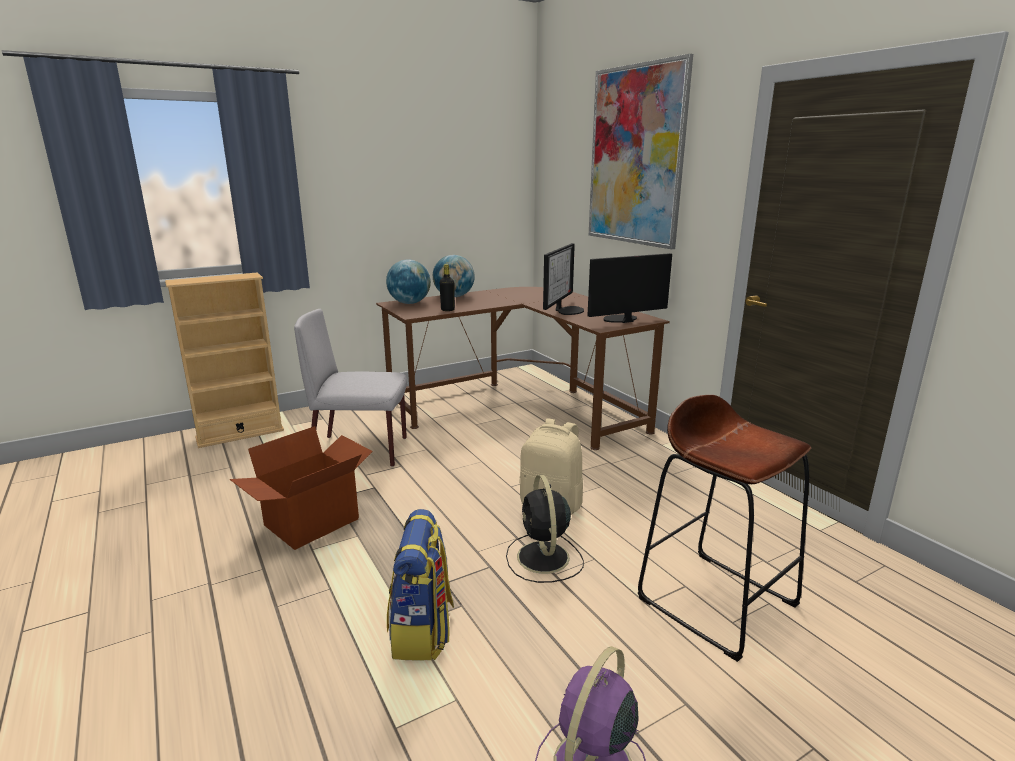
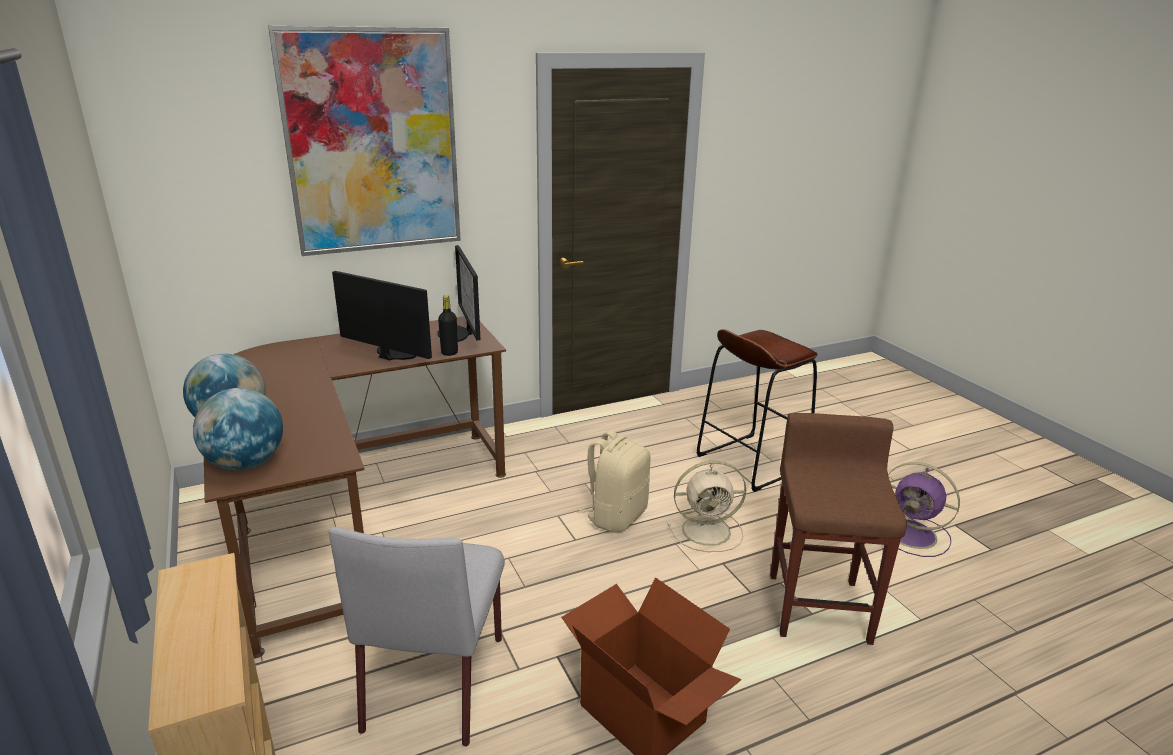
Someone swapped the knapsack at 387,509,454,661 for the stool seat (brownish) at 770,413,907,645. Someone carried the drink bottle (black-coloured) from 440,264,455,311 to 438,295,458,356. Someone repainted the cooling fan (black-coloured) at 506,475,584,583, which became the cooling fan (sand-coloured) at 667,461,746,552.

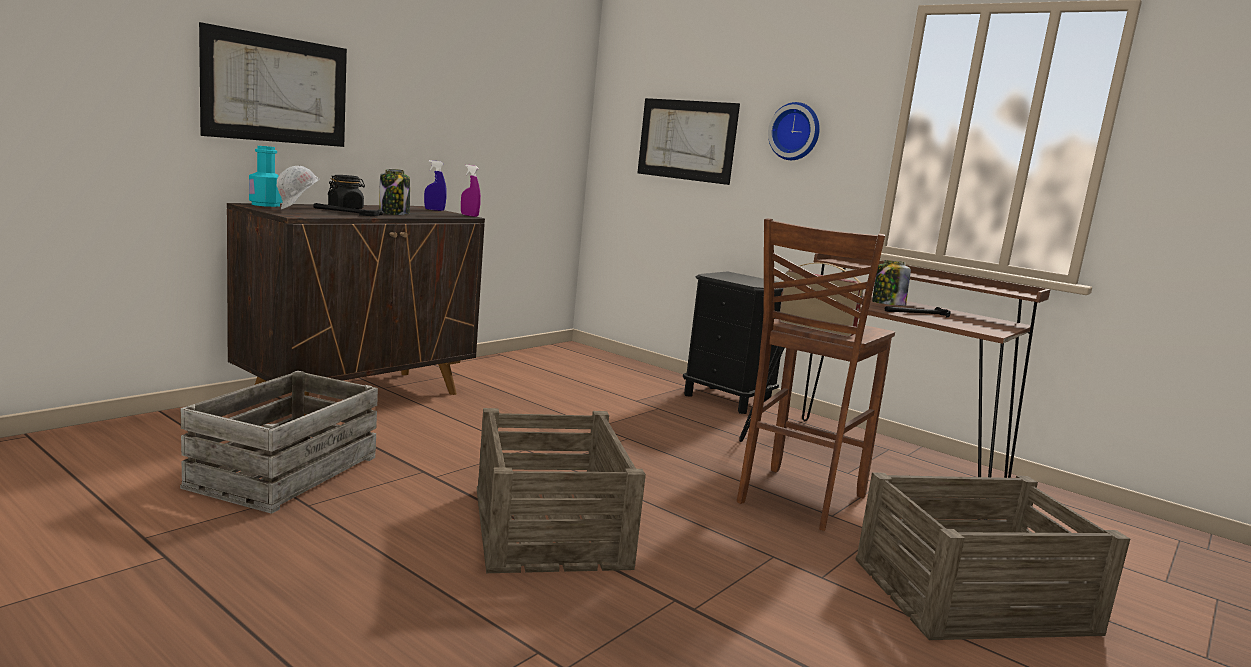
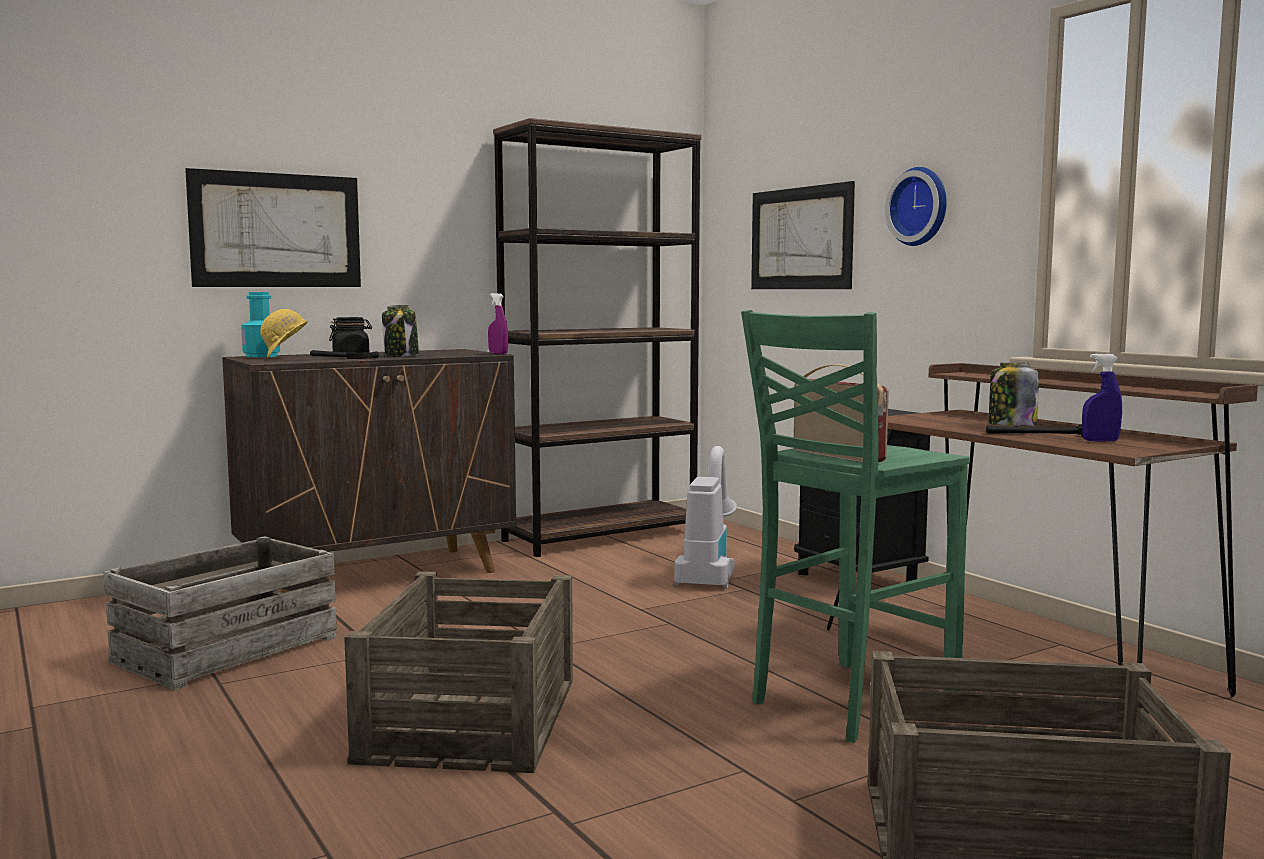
Someone repainted the hard hat (whitish) at 277,166,319,209, which became the hard hat (yellow) at 260,309,308,359. Someone carried the sprayer (blue-coloured) from 424,160,447,211 to 1082,353,1122,441. Someone repainted the stool seat (brownish) at 737,218,895,531, which became the stool seat (green) at 741,310,970,743. Someone put down the bookshelf (brownish) at 493,118,701,557. Someone put down the vacuum at 674,446,737,589.

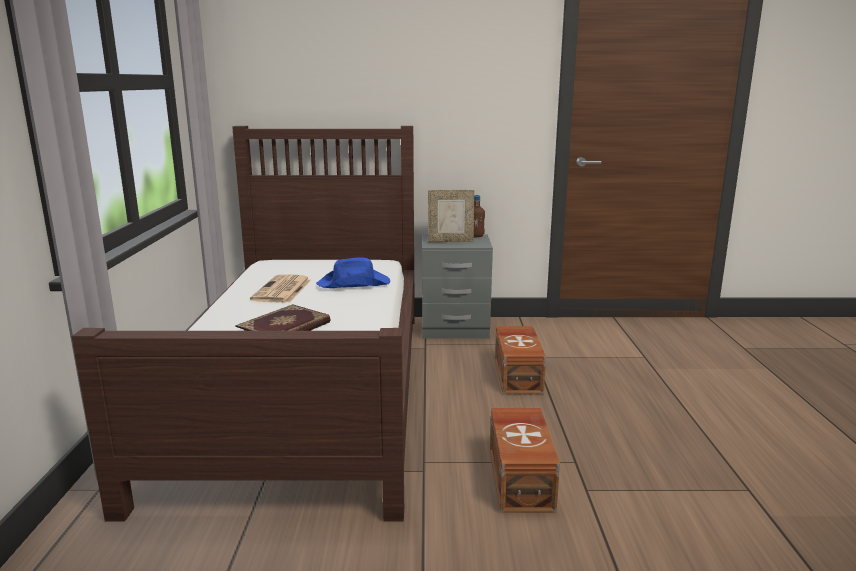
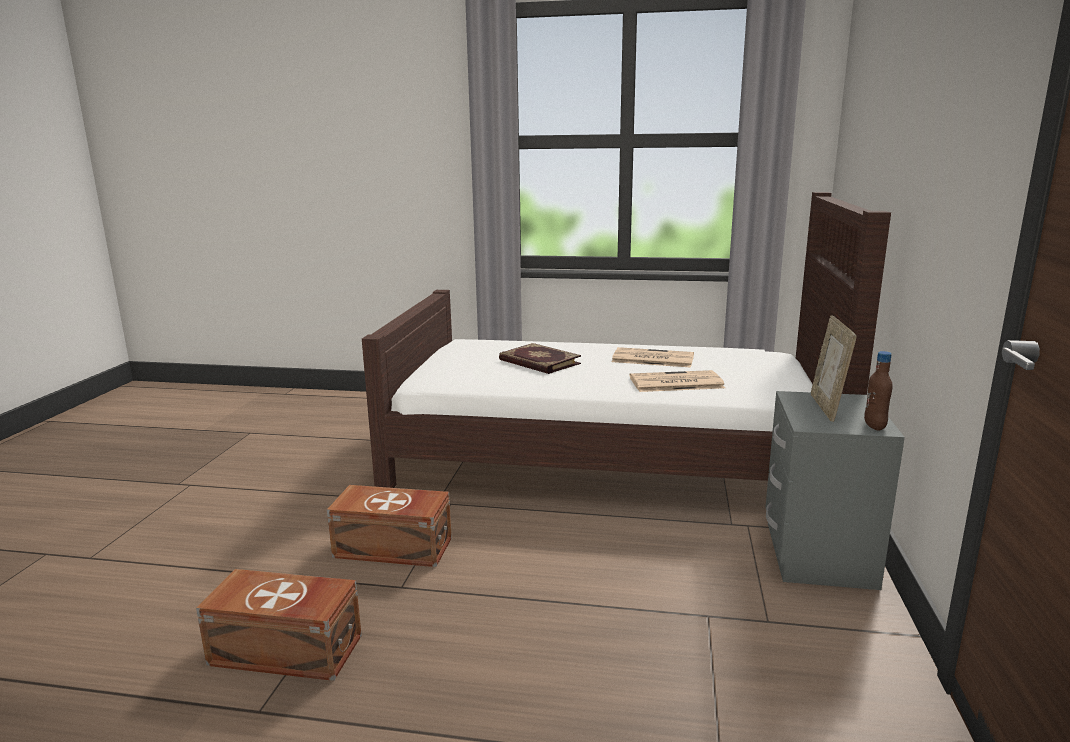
Someone swapped the clothing hat (blue-coloured) at 316,258,390,288 for the newspaper at 630,370,725,392. Someone carried the storage bin (brownish) from 495,326,546,394 to 196,569,362,681.

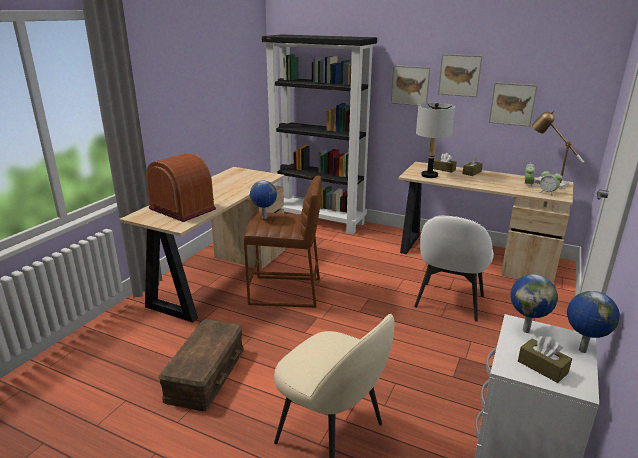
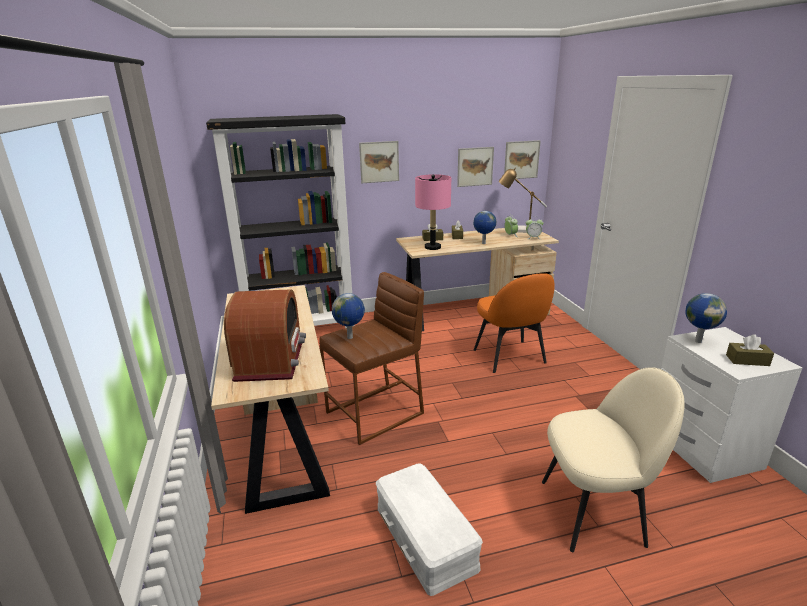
Someone rotated the radio set at 146,153,216,222 by 90 degrees clockwise. Someone repainted the storage bin (brownish) at 158,319,244,411, which became the storage bin (whitish) at 376,464,483,596. Someone repainted the plain chair (whitish) at 414,216,494,321, which became the plain chair (orange) at 474,273,555,373. Someone repainted the lamp for a table (gray) at 416,103,455,178, which became the lamp for a table (pink-coloured) at 415,174,451,250. Someone carried the picture from 438,54,483,97 to 504,140,541,179. Someone carried the globe from 567,291,620,353 to 473,211,496,244.

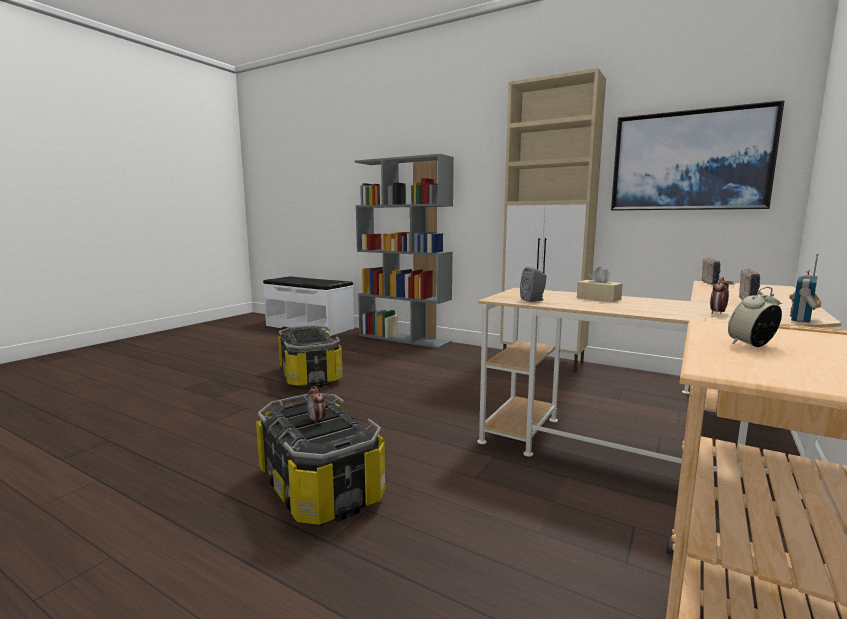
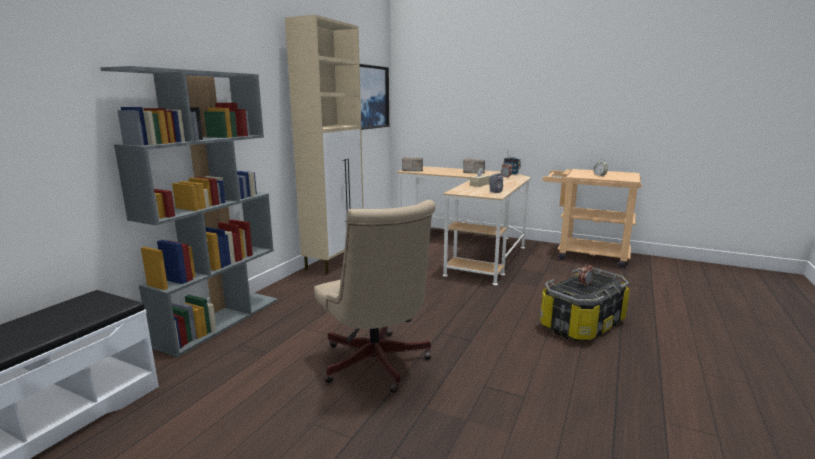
Someone swapped the storage bin at 278,325,343,389 for the computer chair (sand-coloured) at 314,200,435,393.

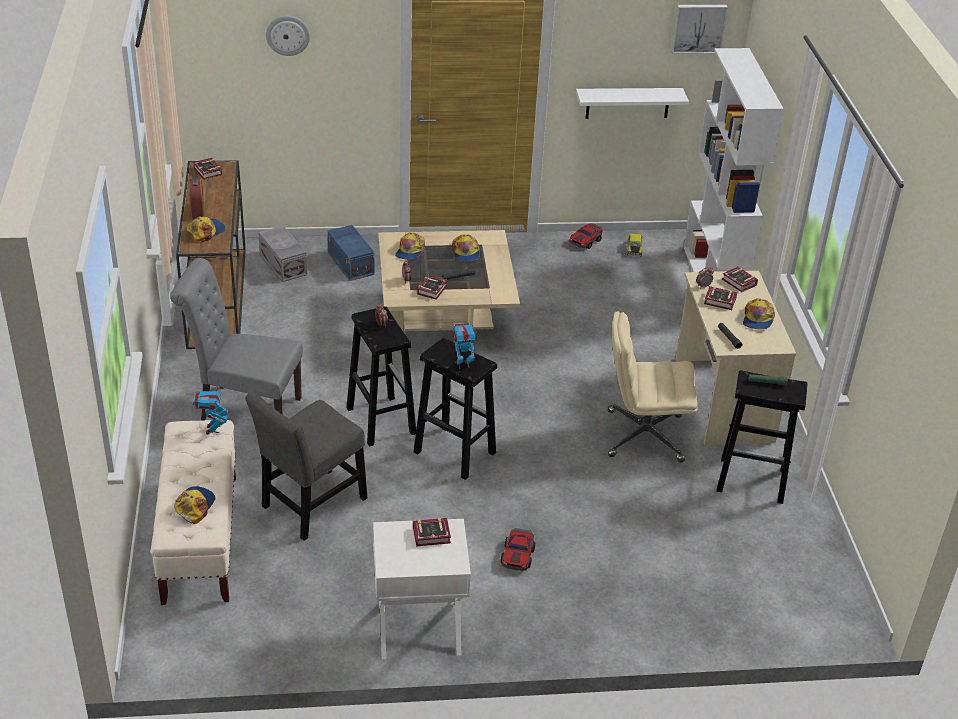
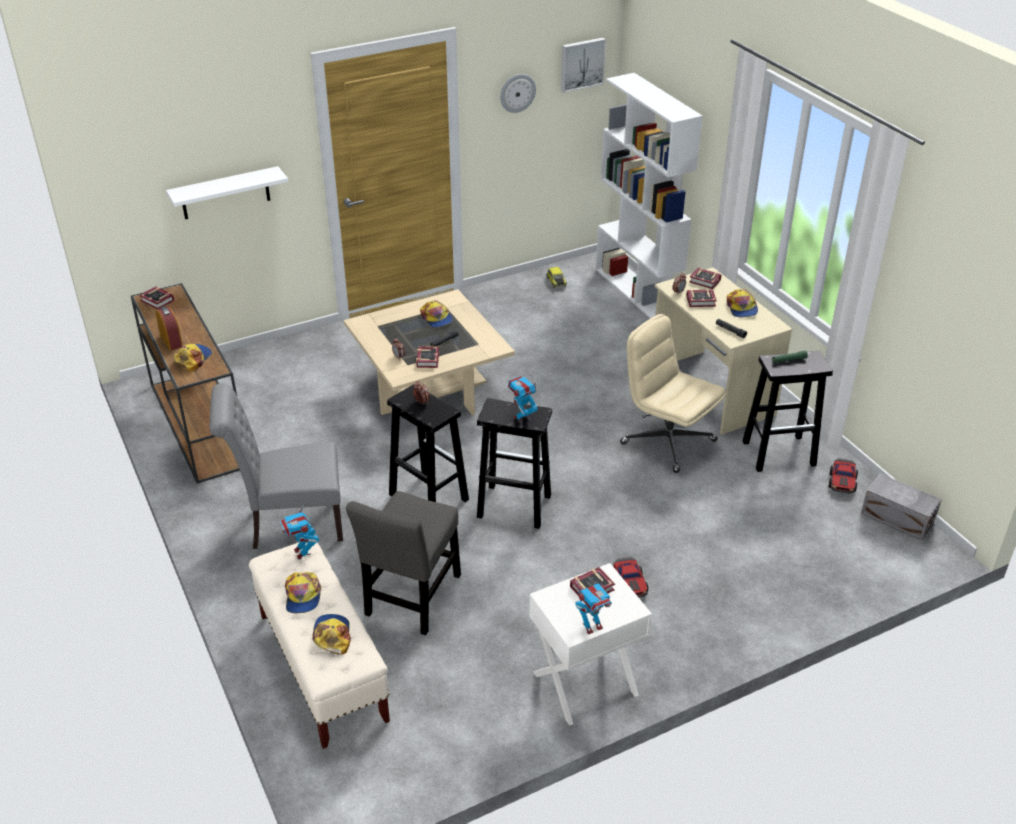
Someone carried the storage bin (gray) from 258,226,307,282 to 861,473,942,541. Someone carried the wall clock from 266,16,310,56 to 500,74,536,113. Someone took away the storage bin (blue-coloured) at 327,225,375,281. Someone carried the baseball cap from 395,232,425,259 to 285,572,321,614. Someone carried the model car from 569,223,602,249 to 829,458,858,494. Someone carried the shelf (whitish) from 576,88,689,119 to 166,166,288,219. Someone rotated the computer chair (sand-coloured) at 608,312,698,462 by 60 degrees clockwise. Someone put down the model robot at 575,572,612,635.

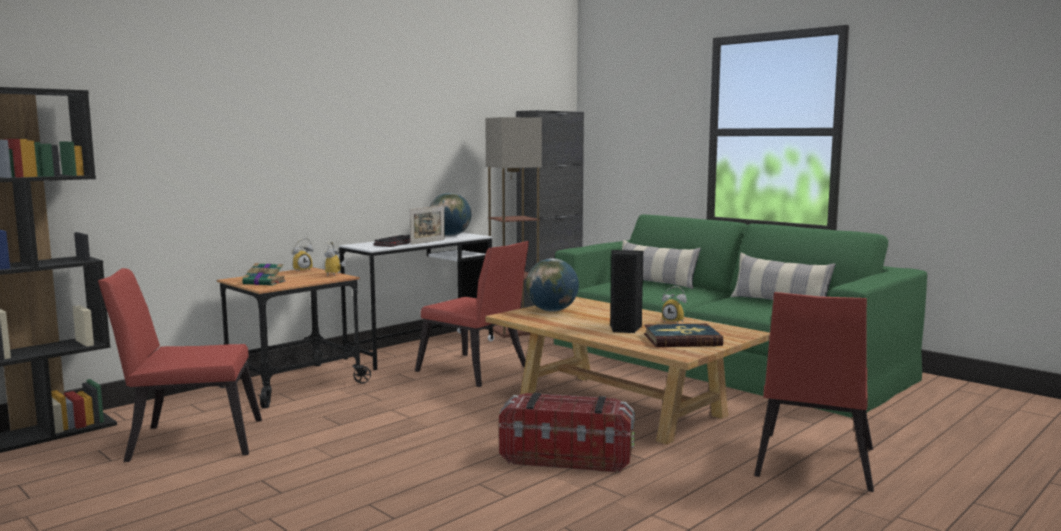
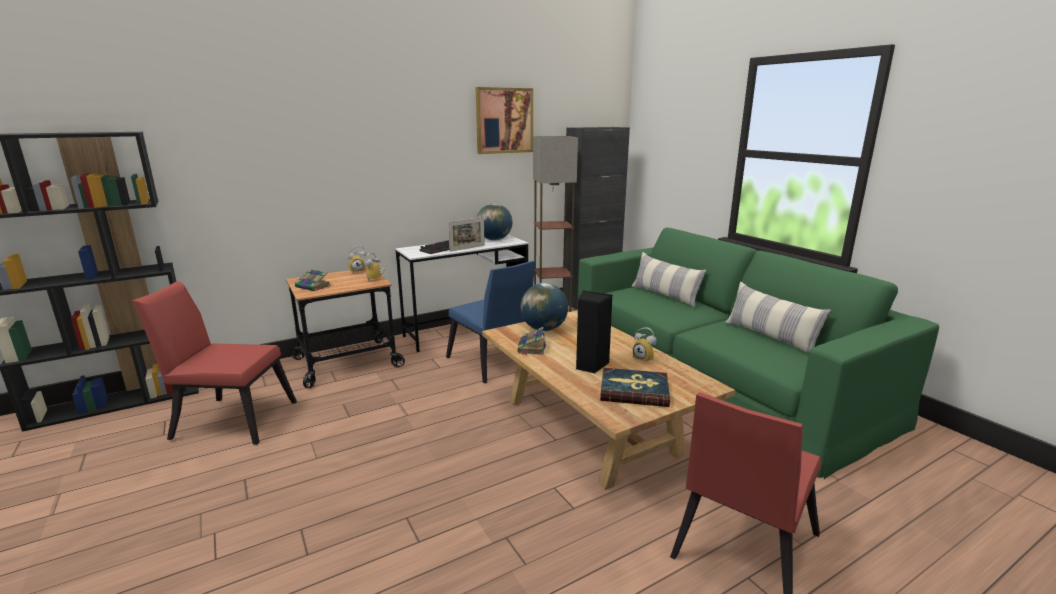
Someone repainted the plain chair (red) at 415,241,529,387, which became the plain chair (blue-coloured) at 446,261,536,383. Someone took away the storage bin at 499,392,635,472. Someone put up the picture at 476,87,533,154. Someone put down the book at 517,327,546,355.

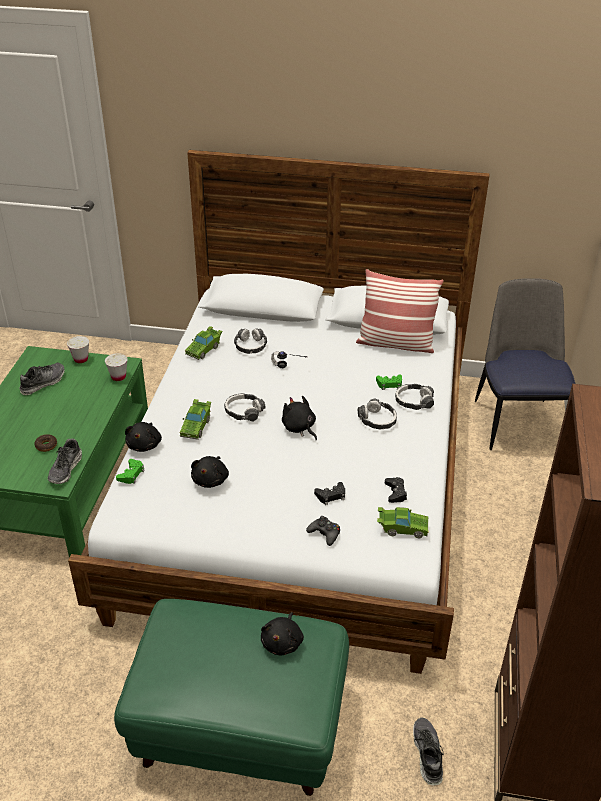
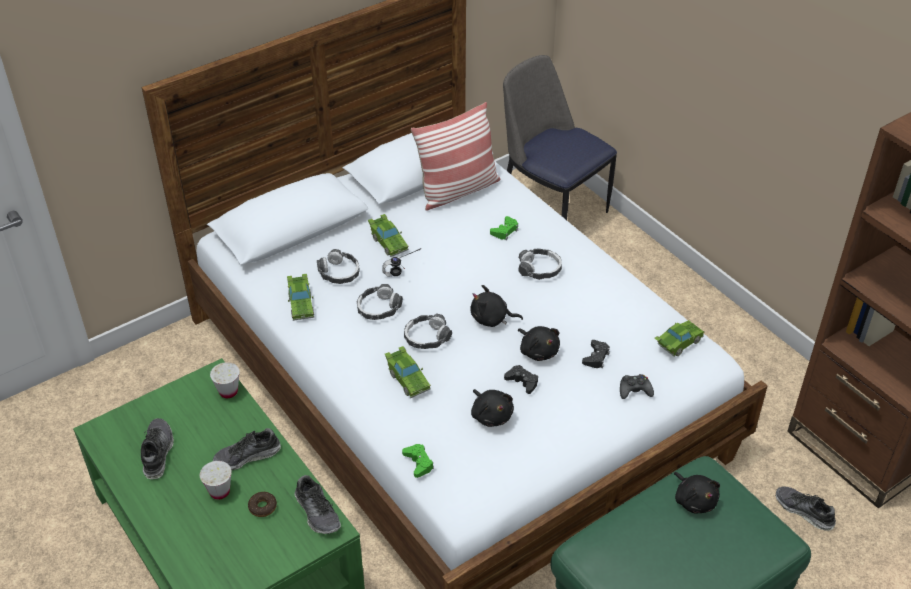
Someone carried the cup (whitish) from 67,336,89,363 to 200,461,232,500. Someone carried the soft toy (black-coloured) from 125,422,162,452 to 518,326,560,361. Someone carried the game controller (black-coloured) from 385,477,407,503 to 504,365,538,394. Someone carried the headphones from 395,384,434,410 to 357,284,403,320. Someone put down the shoe at 213,428,281,470. Someone put down the model car (green) at 368,214,409,257.

